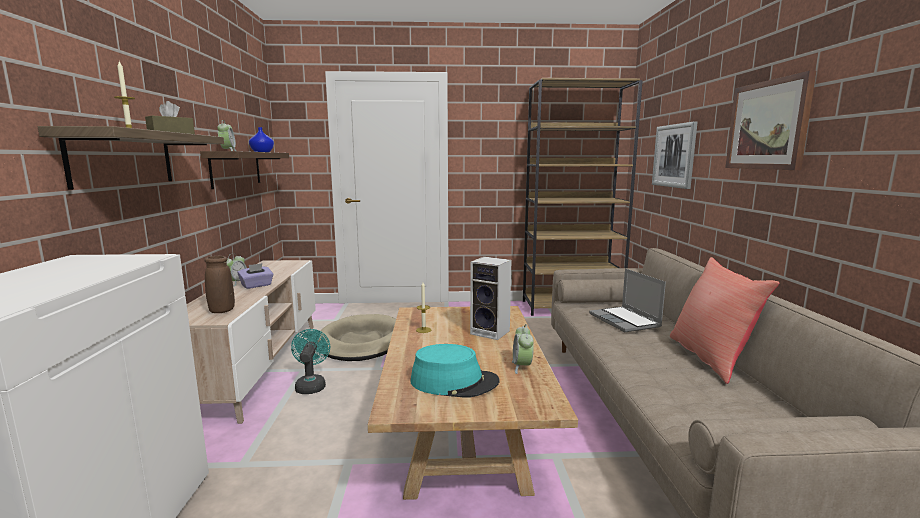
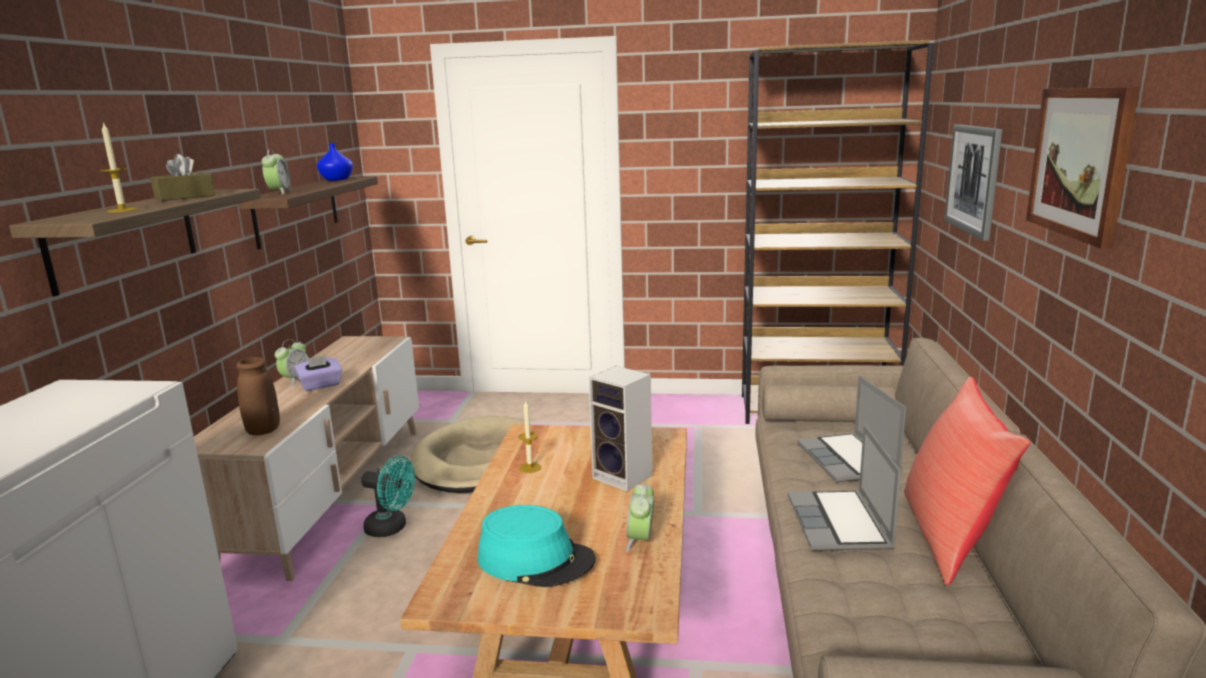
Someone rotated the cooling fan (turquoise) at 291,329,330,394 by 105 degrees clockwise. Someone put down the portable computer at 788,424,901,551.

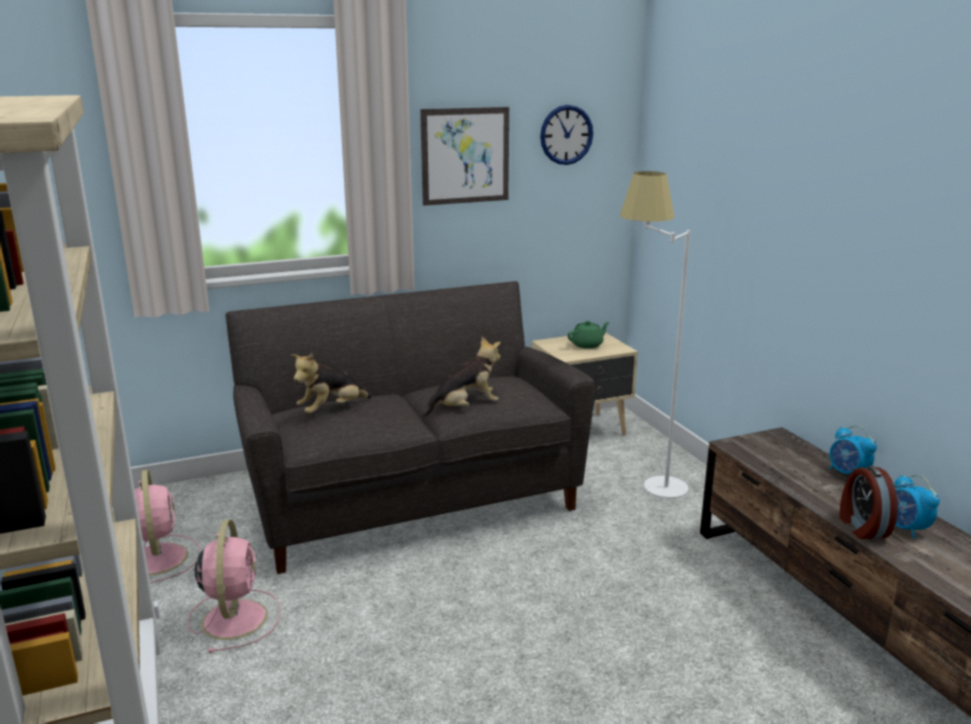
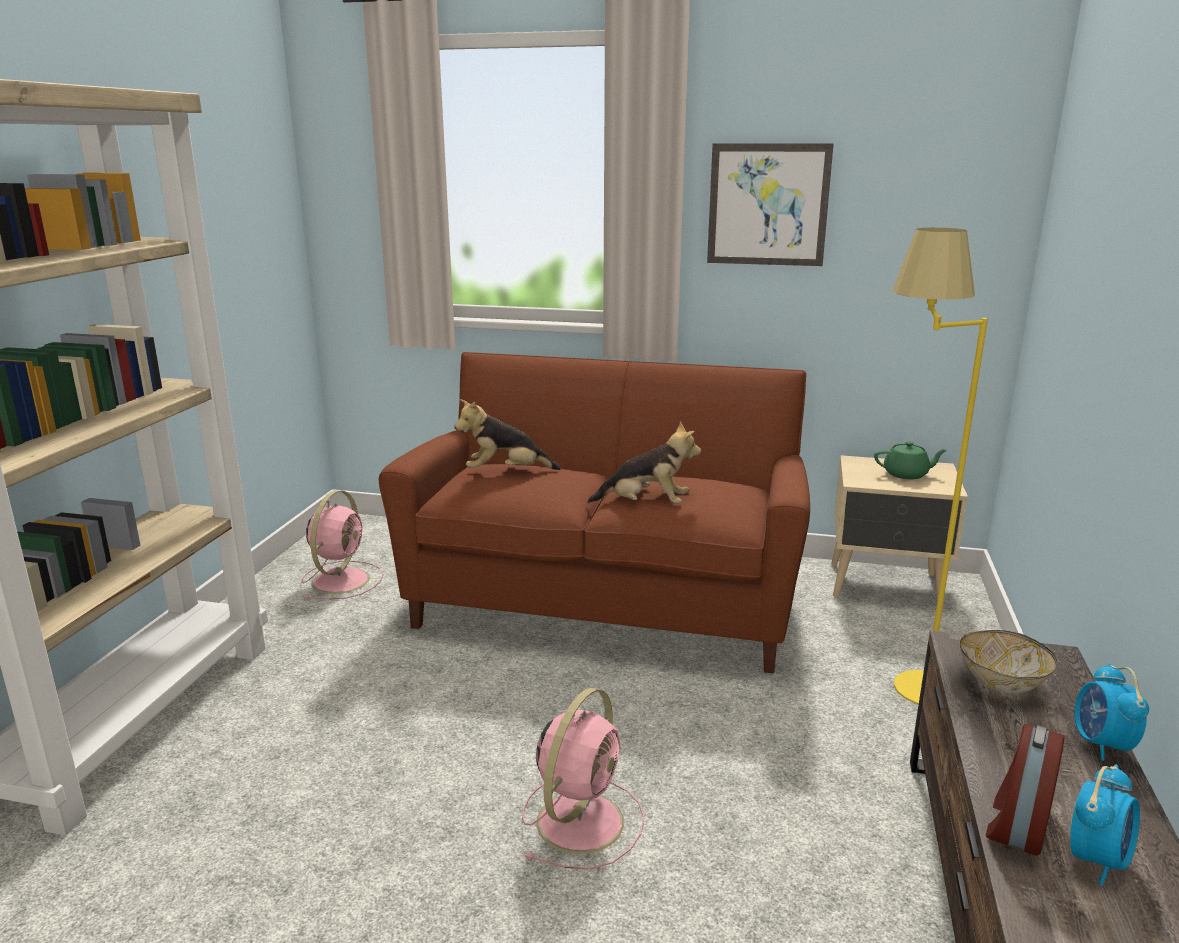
Someone carried the cooling fan (pink-coloured) from 187,520,281,653 to 522,688,645,870. Someone repainted the couch (gray) at 226,281,597,574, which became the couch (brownish) at 379,352,810,674. Someone took away the wall clock at 540,105,593,165. Someone repainted the standard lamp (whitish) at 620,171,690,498, which became the standard lamp (yellow) at 892,228,988,704. Someone rotated the bedside clock at 894,475,940,539 by 150 degrees counterclockwise. Someone put down the deep dish at 960,630,1057,693.

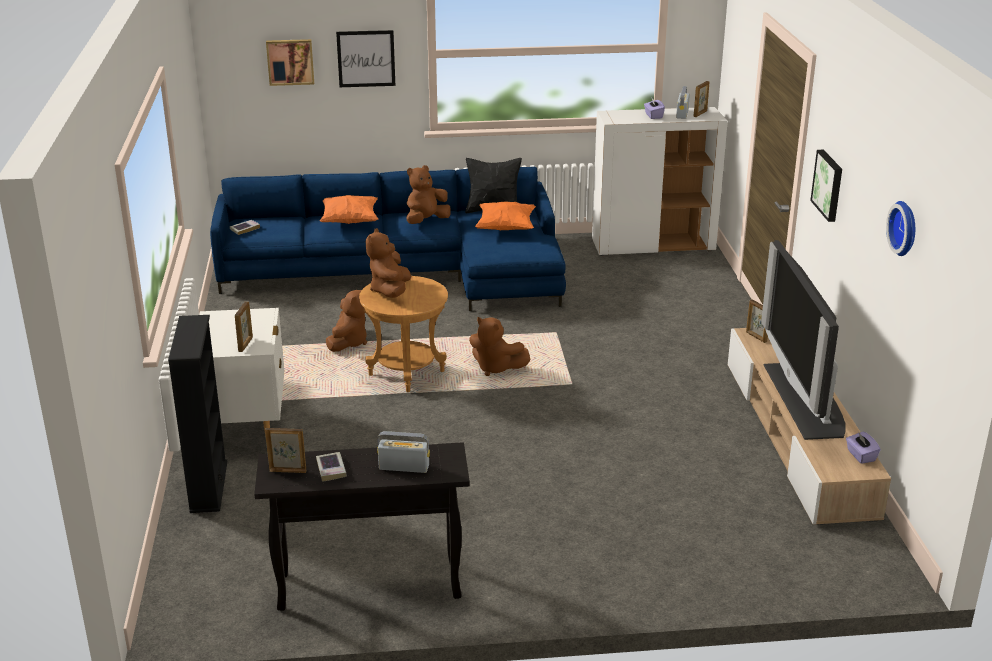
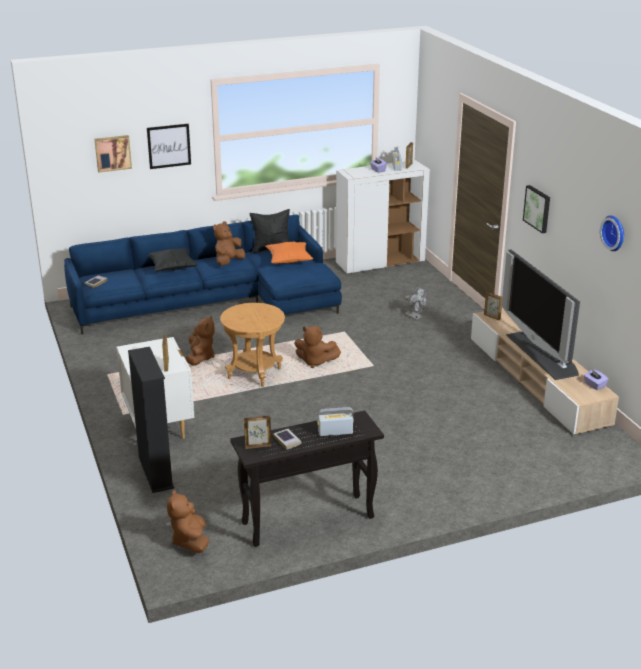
Someone repainted the cushion (orange) at 320,195,378,224, which became the cushion (black-coloured) at 148,248,198,271. Someone carried the soft toy (brownish) from 366,228,411,298 to 167,490,209,553. Someone put down the cooling fan (gray) at 405,287,428,320.

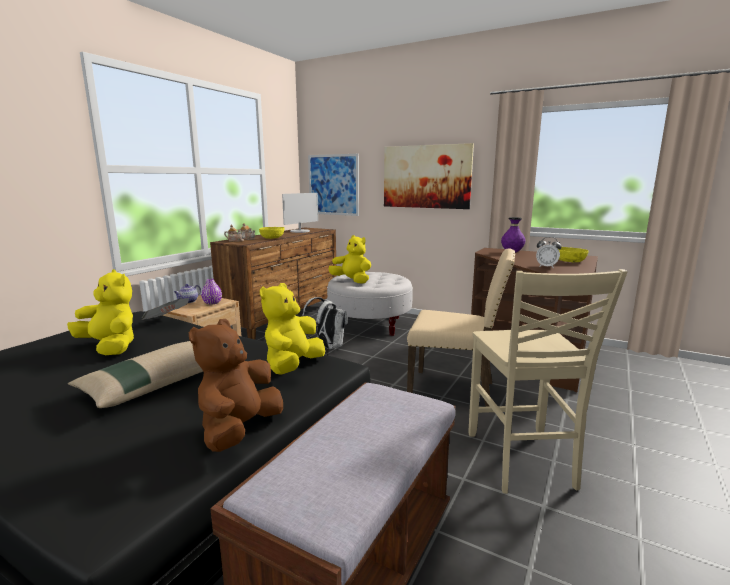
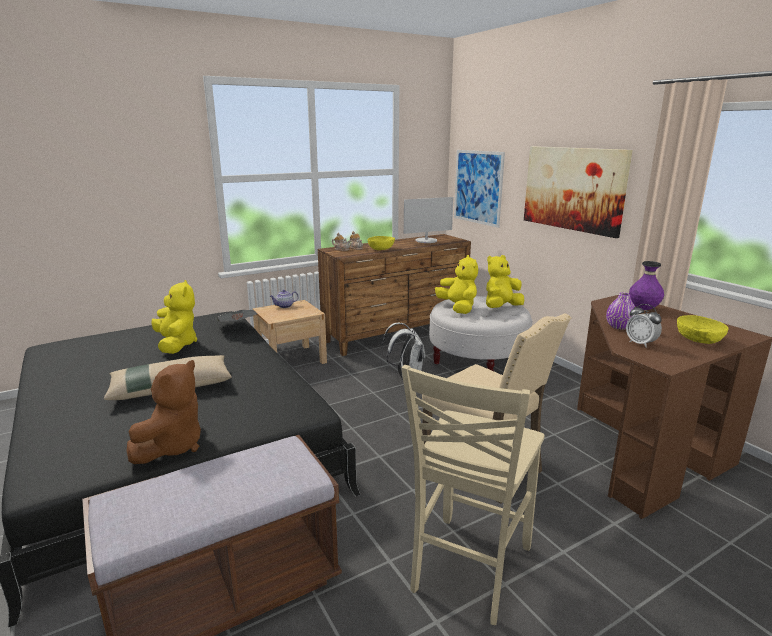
Someone rotated the soft toy (brownish) at 189,319,283,452 by 150 degrees clockwise. Someone carried the decorative vase (purple-coloured) from 201,279,222,305 to 606,293,635,330. Someone carried the soft toy (yellow) from 260,283,325,375 to 486,255,525,308.

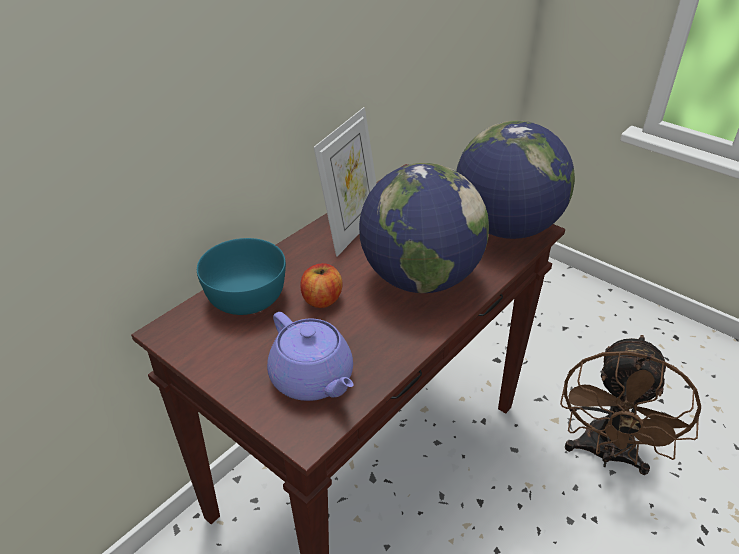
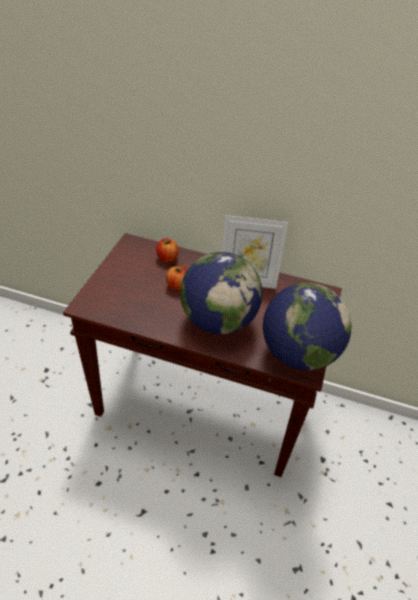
Someone swapped the deep dish (turquoise) at 197,238,286,315 for the apple at 156,238,179,262. Someone took away the tea pot (purple-coloured) at 267,312,354,401. Someone took away the cooling fan (brownish) at 560,335,701,475.

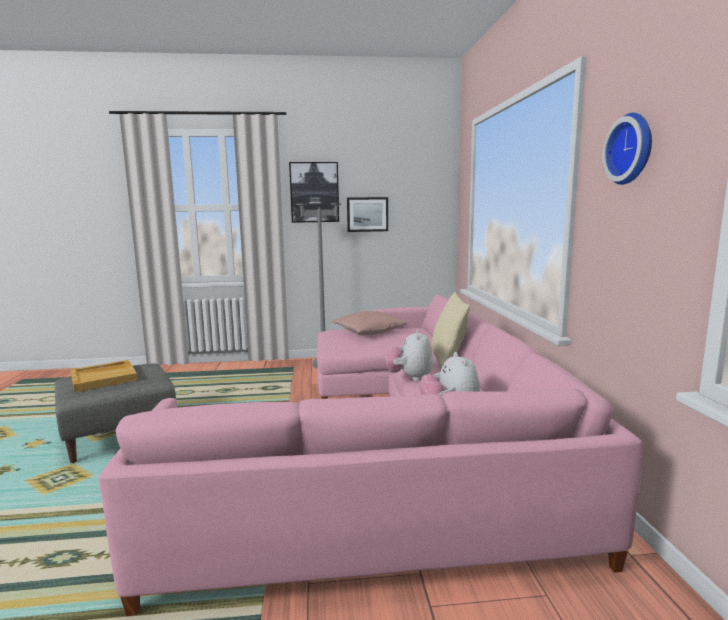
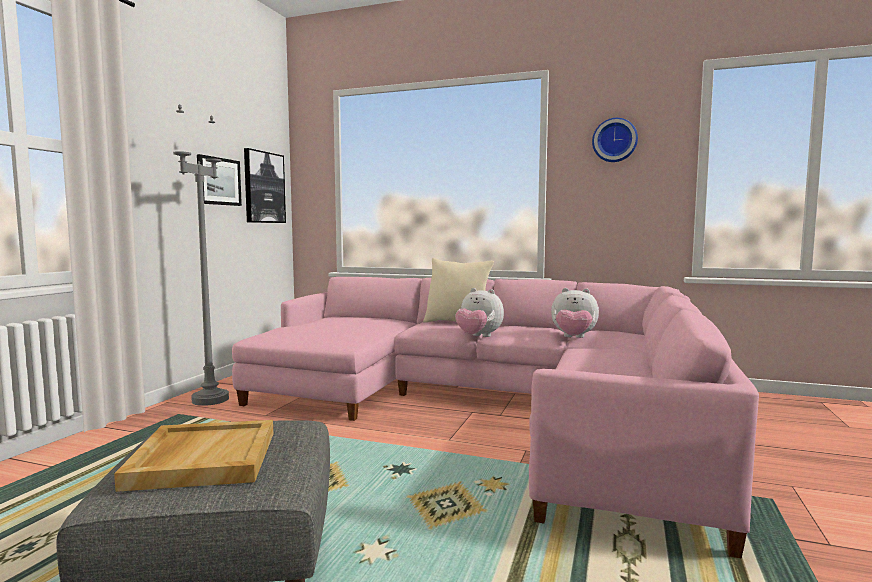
Someone carried the picture from 289,162,339,223 to 244,148,286,223. Someone took away the cushion (pink-coloured) at 332,311,408,335.

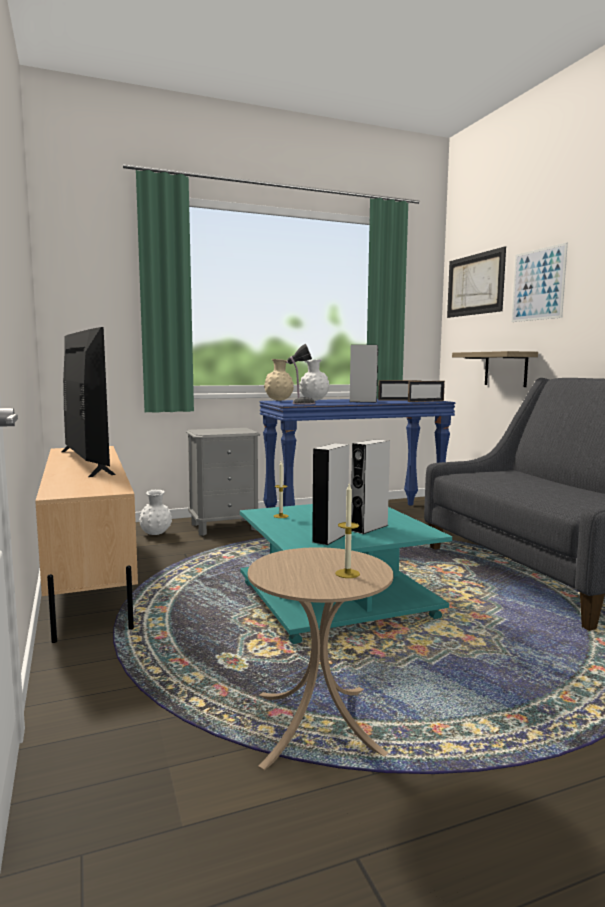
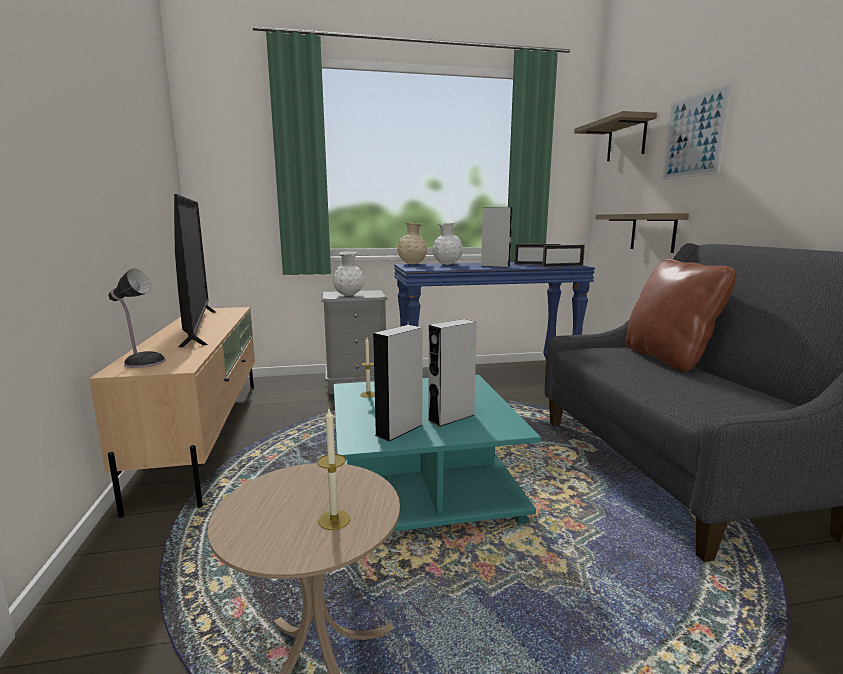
Someone carried the decorative vase (whitish) from 139,490,172,535 to 333,251,364,296. Someone carried the lamp for a table from 286,344,315,405 to 108,269,165,368. Someone swapped the picture at 447,246,506,318 for the shelf at 574,111,657,161. Someone put down the cushion (brownish) at 626,259,737,372.

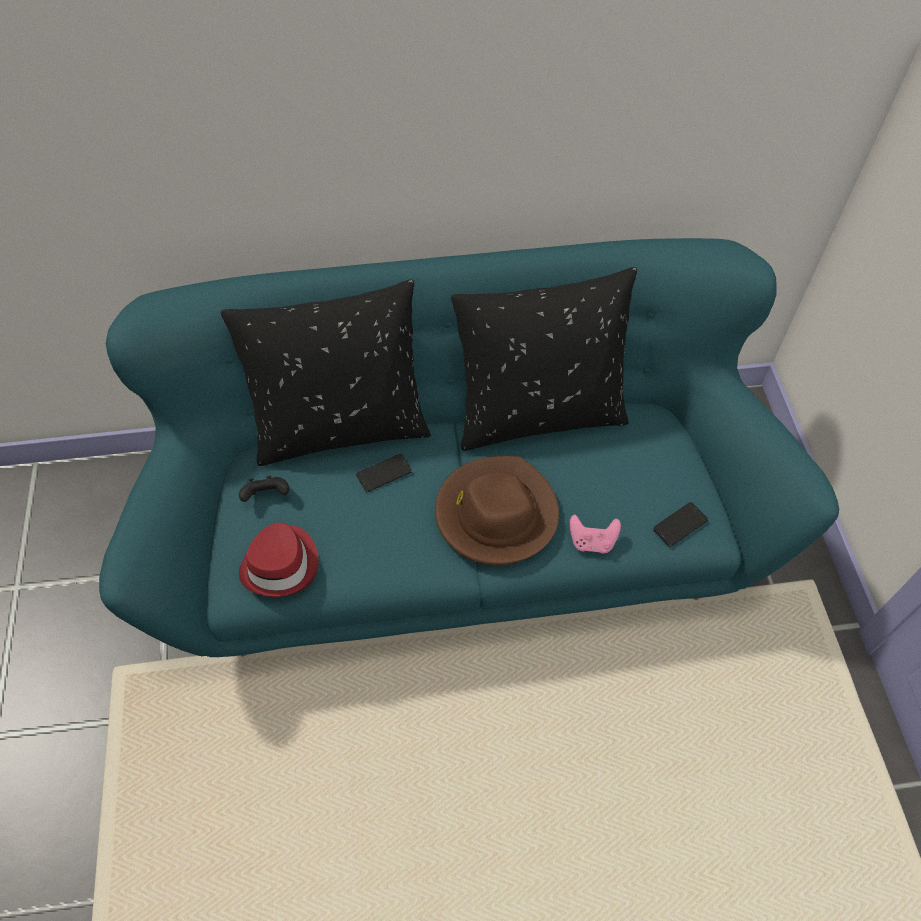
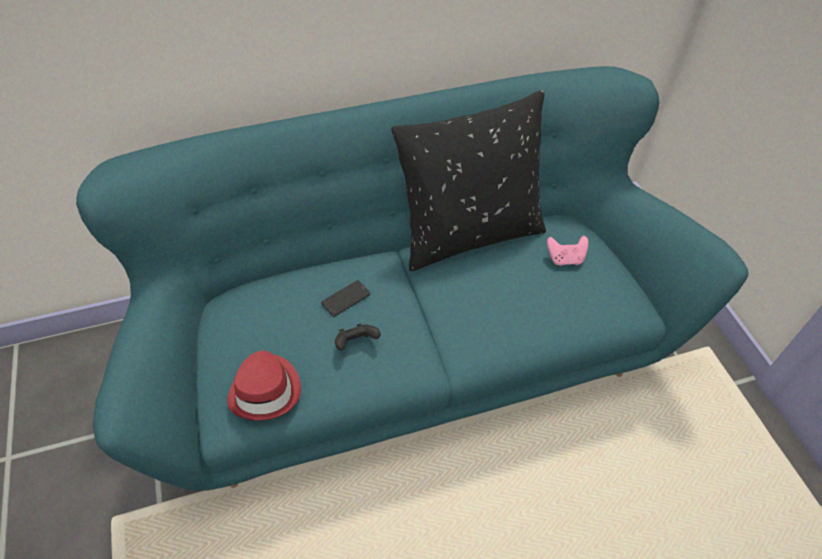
Someone took away the cushion (black-coloured) at 221,280,431,466. Someone carried the game controller (black-coloured) from 239,476,289,502 to 335,324,381,350. Someone took away the clothing hat (brownish) at 435,456,559,565. Someone carried the game controller (pink-coloured) from 570,515,621,554 to 547,236,588,266. Someone took away the handset at 653,502,708,547.

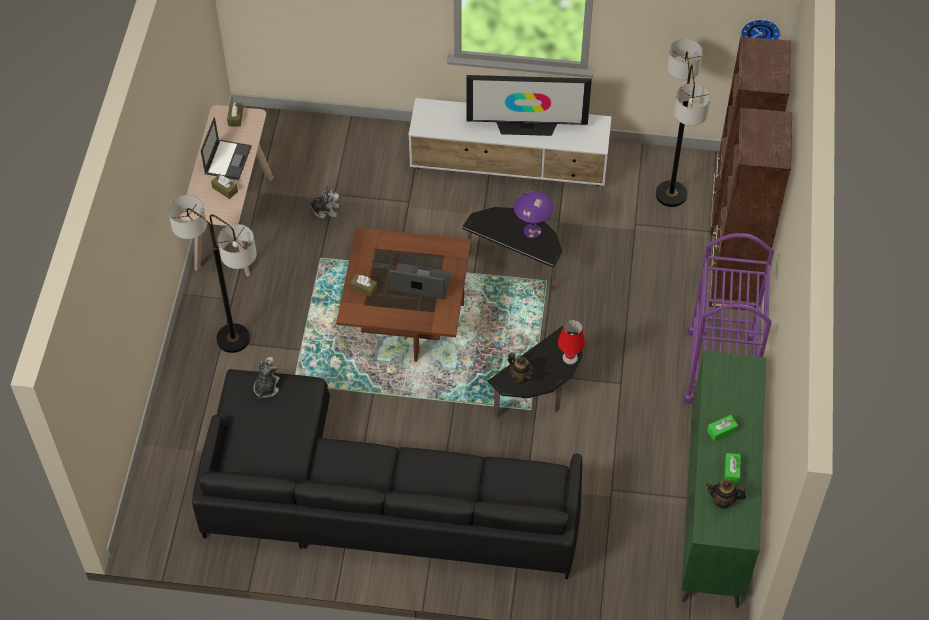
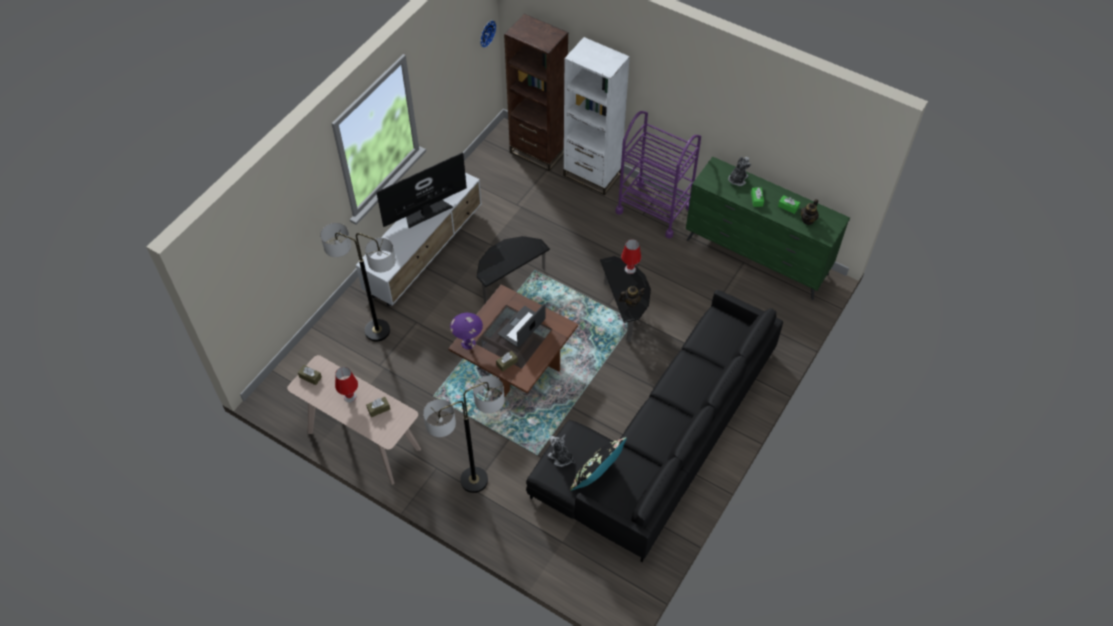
Someone swapped the portable computer at 201,117,251,180 for the lamp for a table (red) at 335,367,358,402. Someone carried the soft toy from 306,186,339,219 to 728,157,751,186. Someone rotated the television at 466,75,592,136 by 150 degrees counterclockwise. Someone carried the lamp for a table (purple-coloured) from 514,191,554,238 to 450,313,483,350. Someone carried the standard lamp from 656,39,711,207 to 320,223,396,341. Someone repainted the bookshelf (brownish) at 709,107,792,311, which became the bookshelf (whitish) at 563,37,630,195. Someone put down the cushion (black-coloured) at 570,437,627,491.

